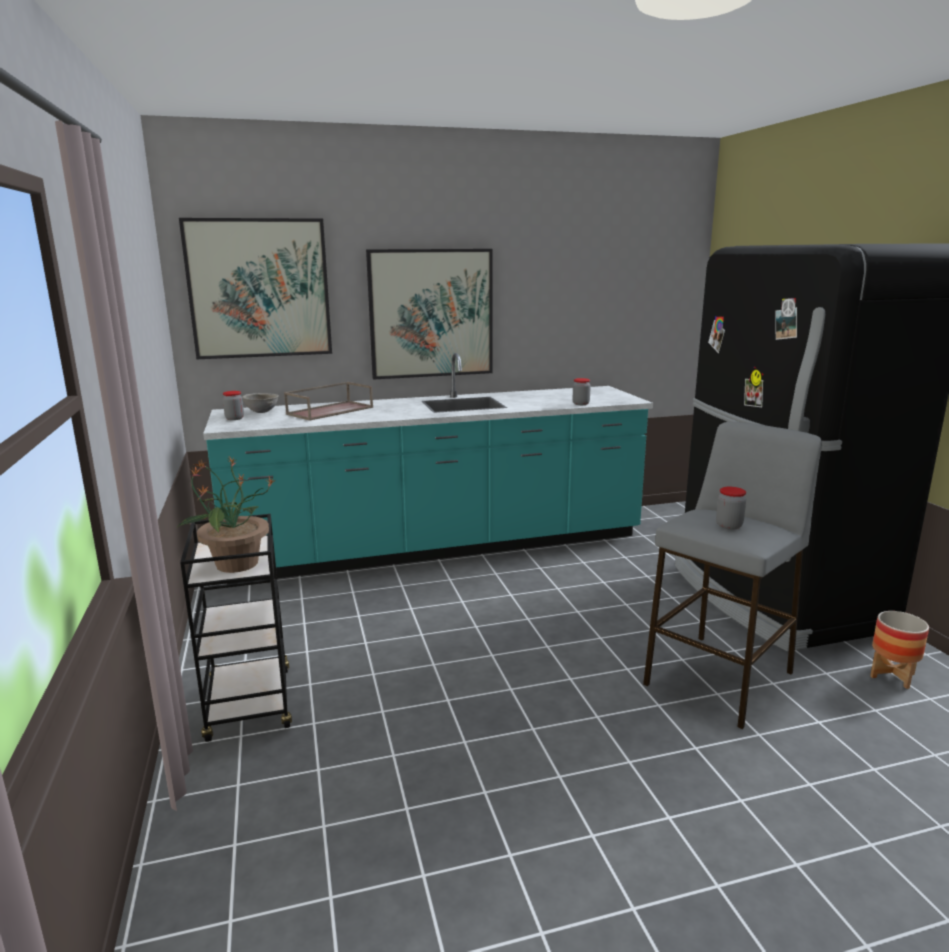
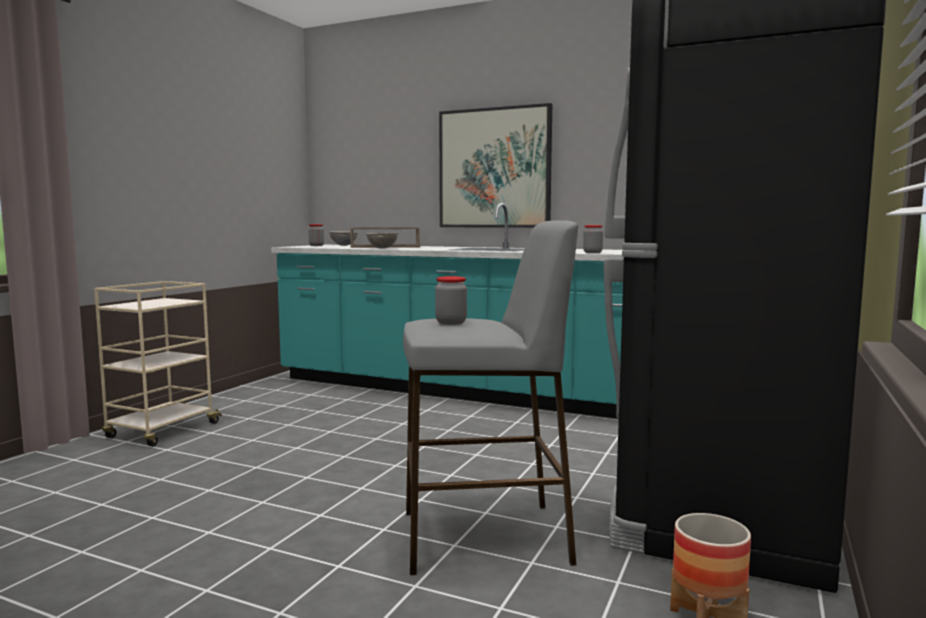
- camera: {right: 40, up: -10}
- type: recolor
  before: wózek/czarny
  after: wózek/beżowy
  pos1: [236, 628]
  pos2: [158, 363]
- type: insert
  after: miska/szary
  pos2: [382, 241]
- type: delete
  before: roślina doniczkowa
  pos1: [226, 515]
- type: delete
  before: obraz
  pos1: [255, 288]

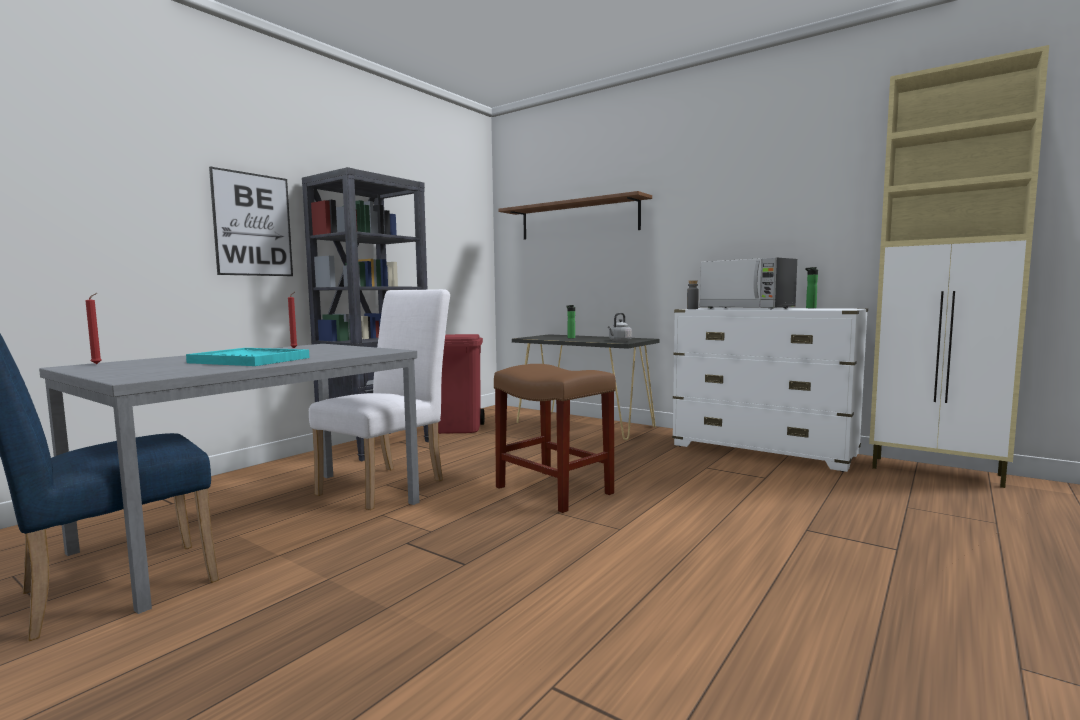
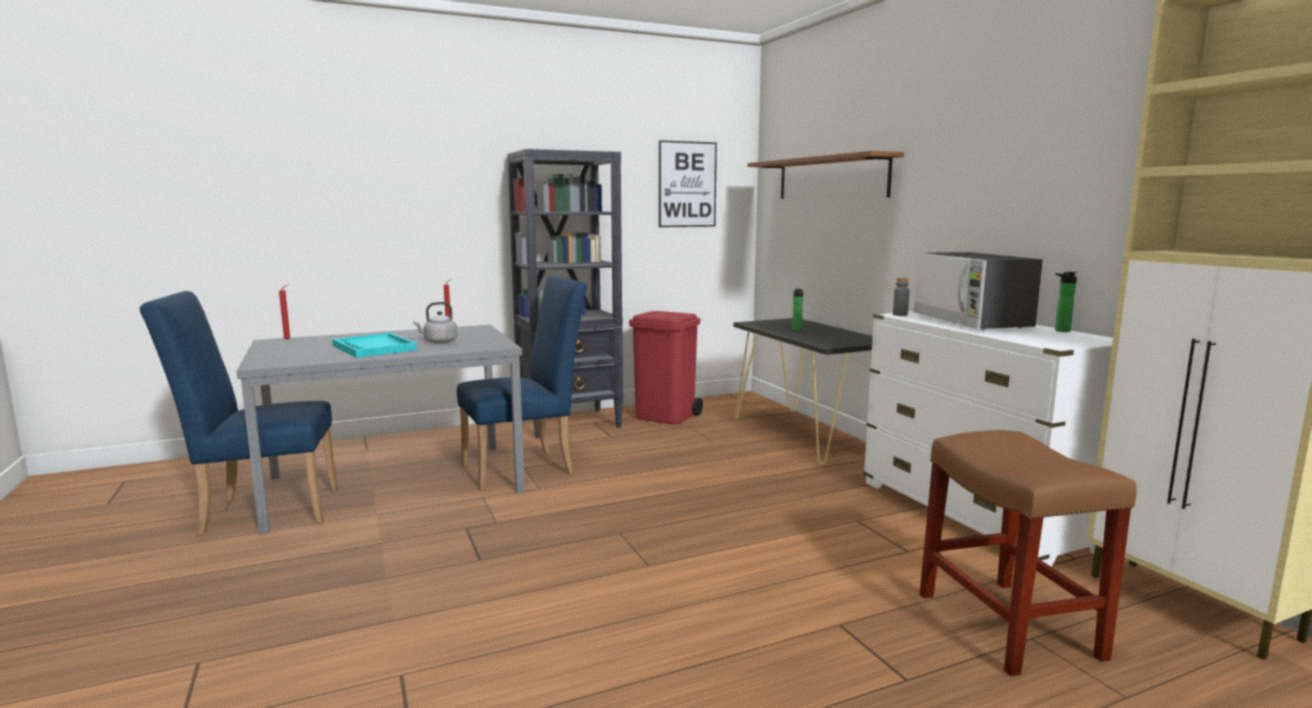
- camera: {right: 30, up: 5}
- type: move
  before: czajnik/szary
  pos1: [620, 327]
  pos2: [435, 322]
- type: recolor
  before: krzesło/biały
  after: krzesło/niebieski
  pos1: [379, 399]
  pos2: [522, 382]
- type: move
  before: obraz
  pos1: [251, 221]
  pos2: [688, 183]
- type: move
  before: stołek/brązowy
  pos1: [555, 438]
  pos2: [1028, 553]

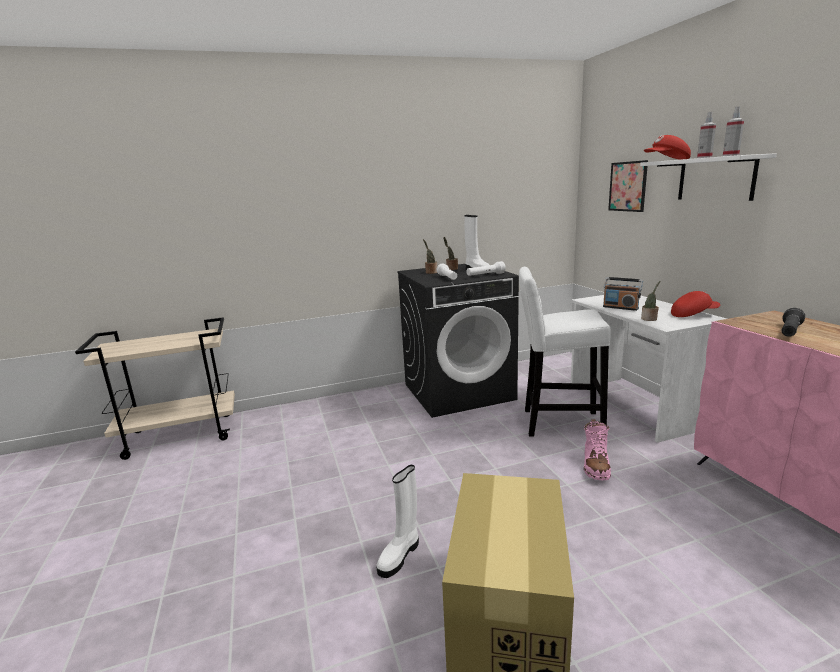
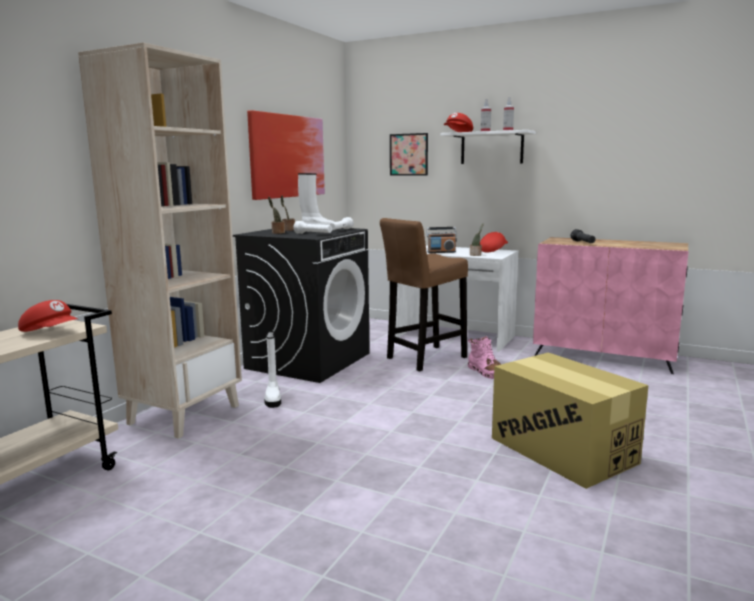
- camera: {right: -45, up: -5}
- type: insert
  after: czapka z daszkiem/czerwony
  pos2: [48, 316]
- type: insert
  after: regał/beżowy
  pos2: [160, 240]
- type: insert
  after: obraz
  pos2: [286, 155]
- type: move
  before: but z cholewką/biały
  pos1: [397, 521]
  pos2: [272, 369]
- type: recolor
  before: stołek/biały
  after: stołek/brązowy
  pos1: [565, 352]
  pos2: [424, 295]

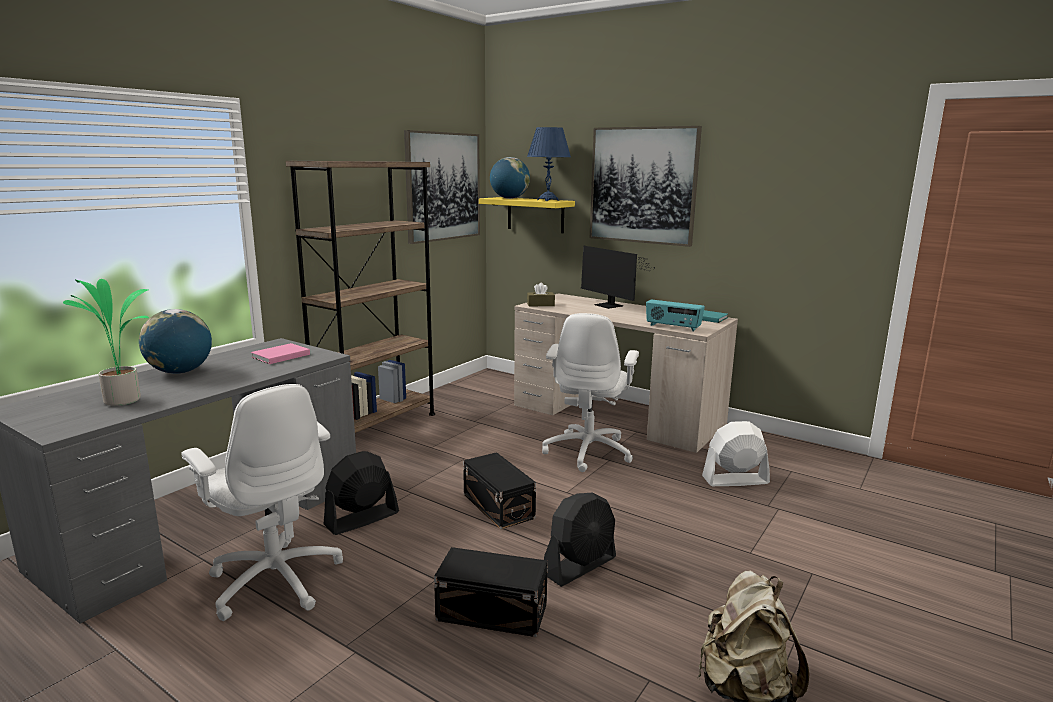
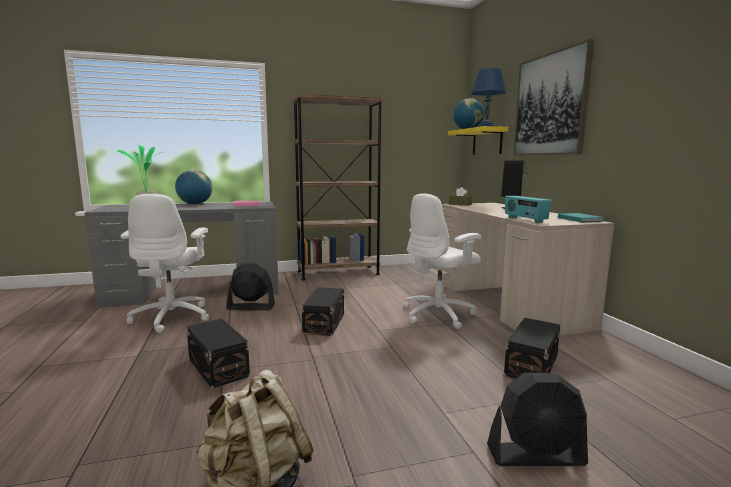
- camera: {right: 40, up: -5}
- type: move
  before: wentylator/czarny
  pos1: [580, 540]
  pos2: [537, 419]
- type: replace
  before: wentylator/biały
  after: pojemnik do przechowywania/czarny
  pos1: [736, 453]
  pos2: [532, 348]
- type: delete
  before: obraz
  pos1: [442, 187]

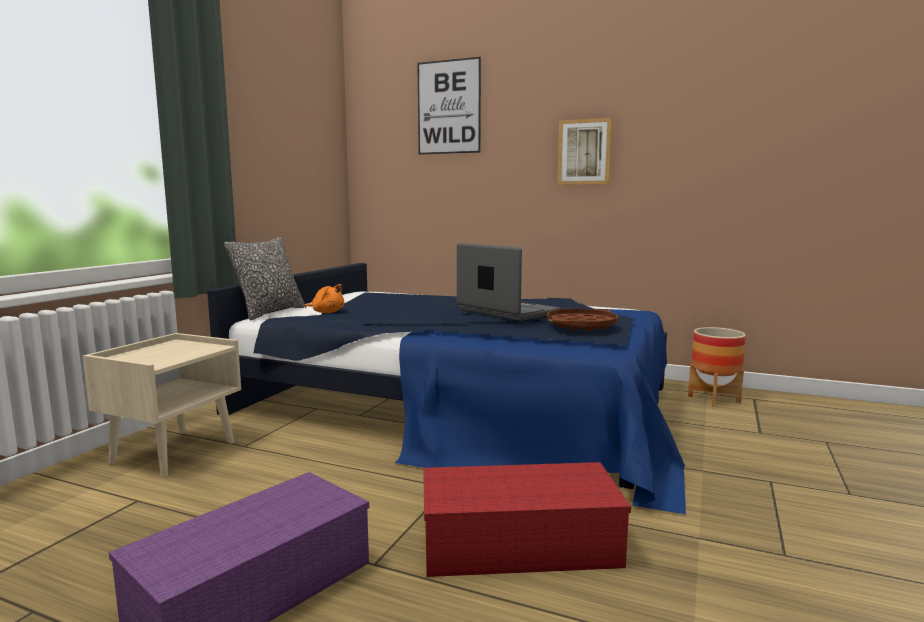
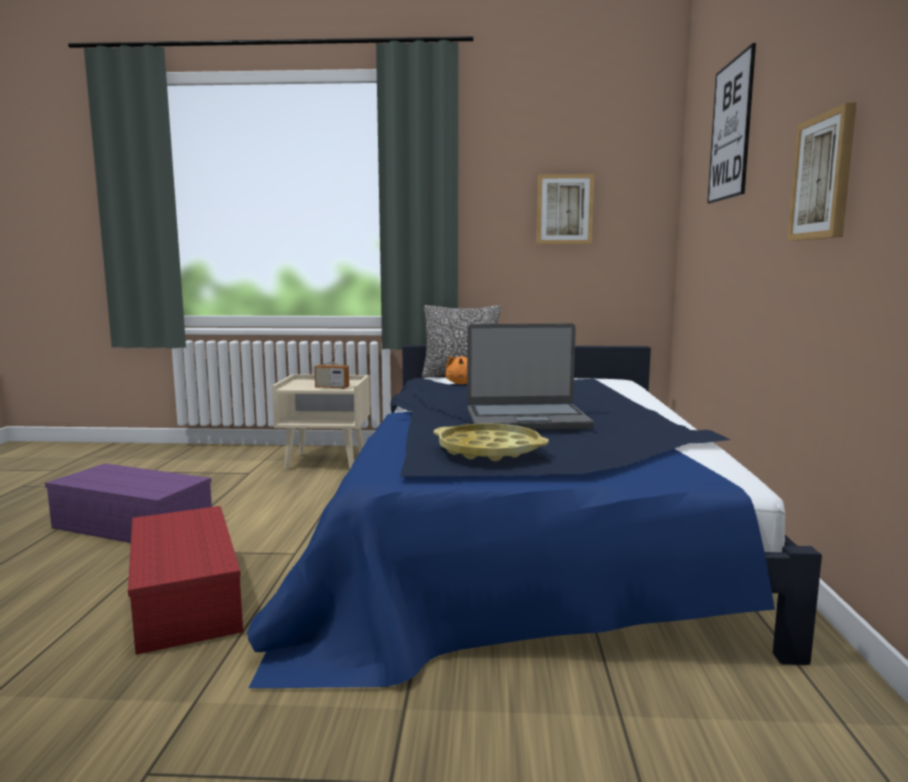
- camera: {right: 70, up: 0}
- type: insert
  after: radio
  pos2: [331, 365]
- type: recolor
  before: taca/brązowy
  after: taca/żółty
  pos1: [583, 319]
  pos2: [491, 442]
- type: rotate
  before: laptop
  pos1: [509, 282]
  pos2: [530, 376]
  turn: 60
- type: insert
  after: obraz
  pos2: [565, 209]
- type: delete
  before: donica
  pos1: [717, 367]

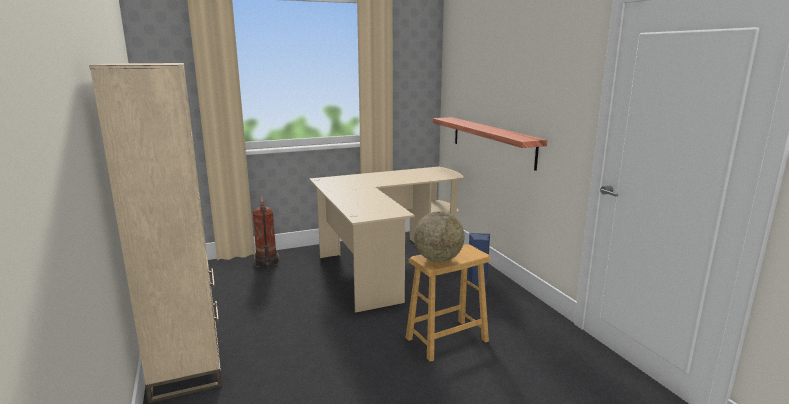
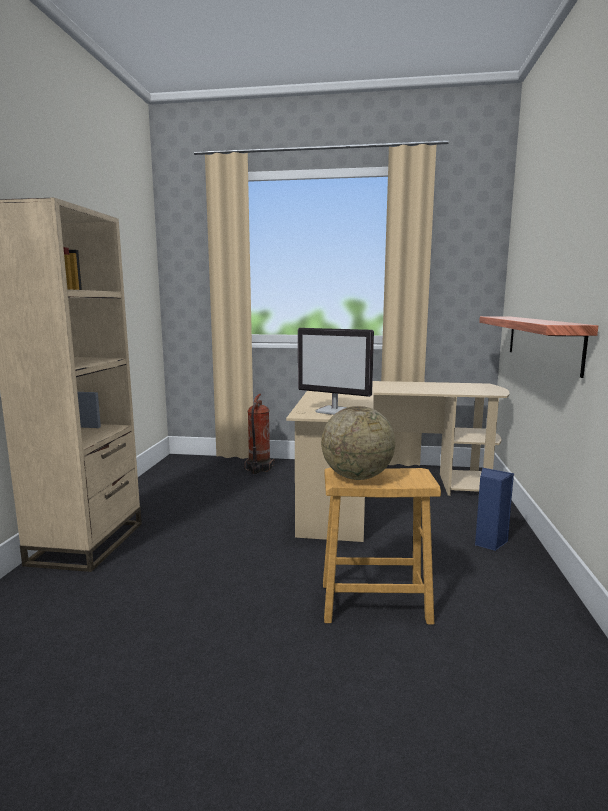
- camera: {right: 30, up: -5}
- type: insert
  after: monitor
  pos2: [336, 371]

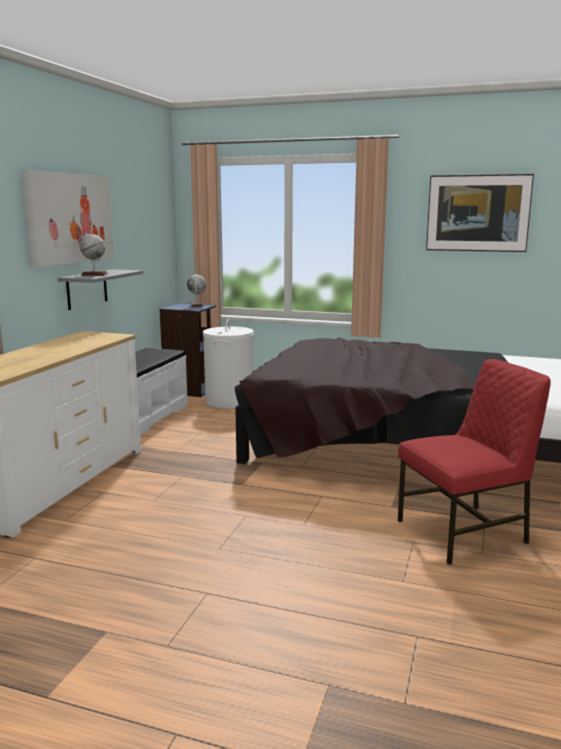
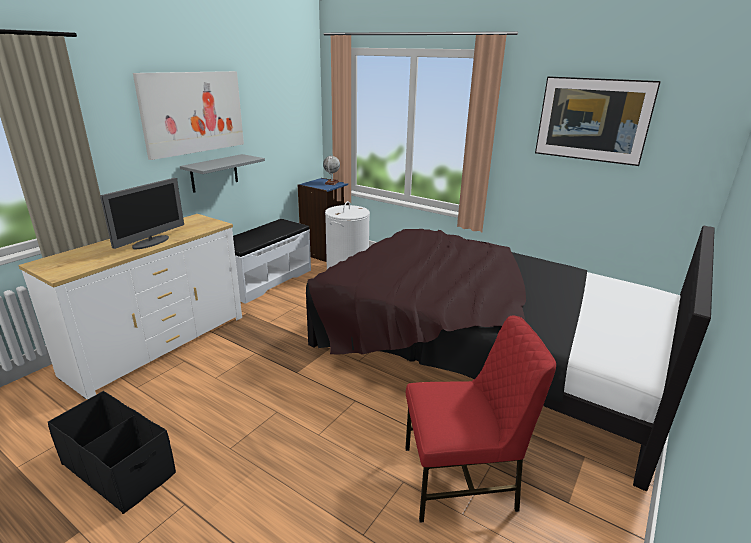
- camera: {right: 15, up: 10}
- type: insert
  after: pojemnik do przechowywania/czarny
  pos2: [112, 452]
- type: insert
  after: monitor
  pos2: [142, 213]
- type: delete
  before: globus
  pos1: [92, 254]

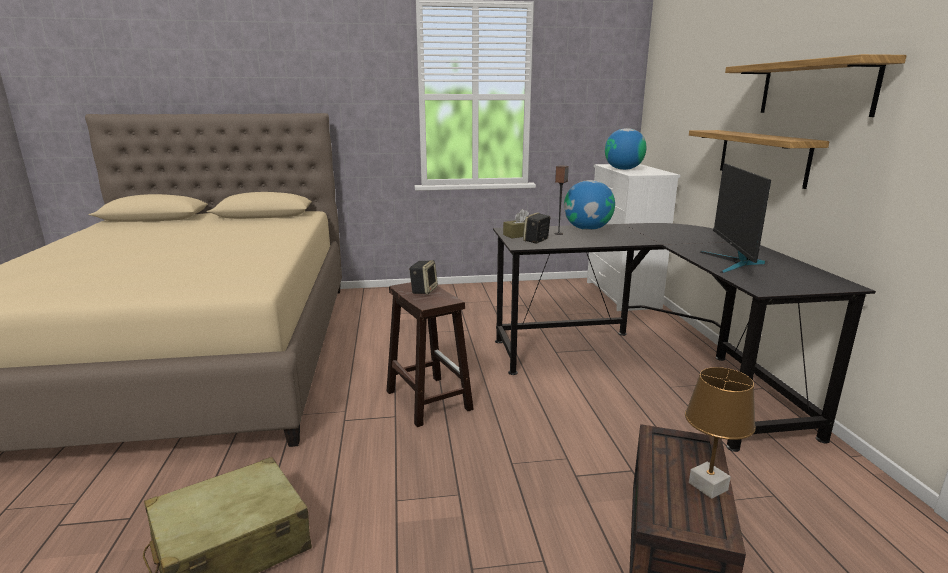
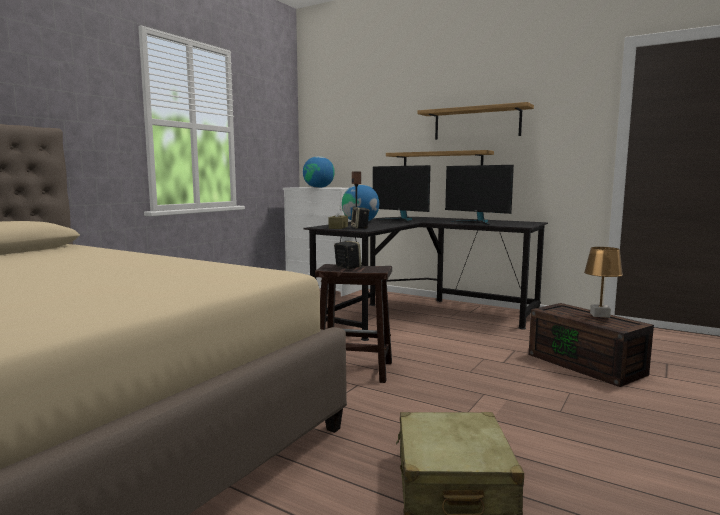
- camera: {right: -50, up: -10}
- type: insert
  after: monitor
  pos2: [401, 194]

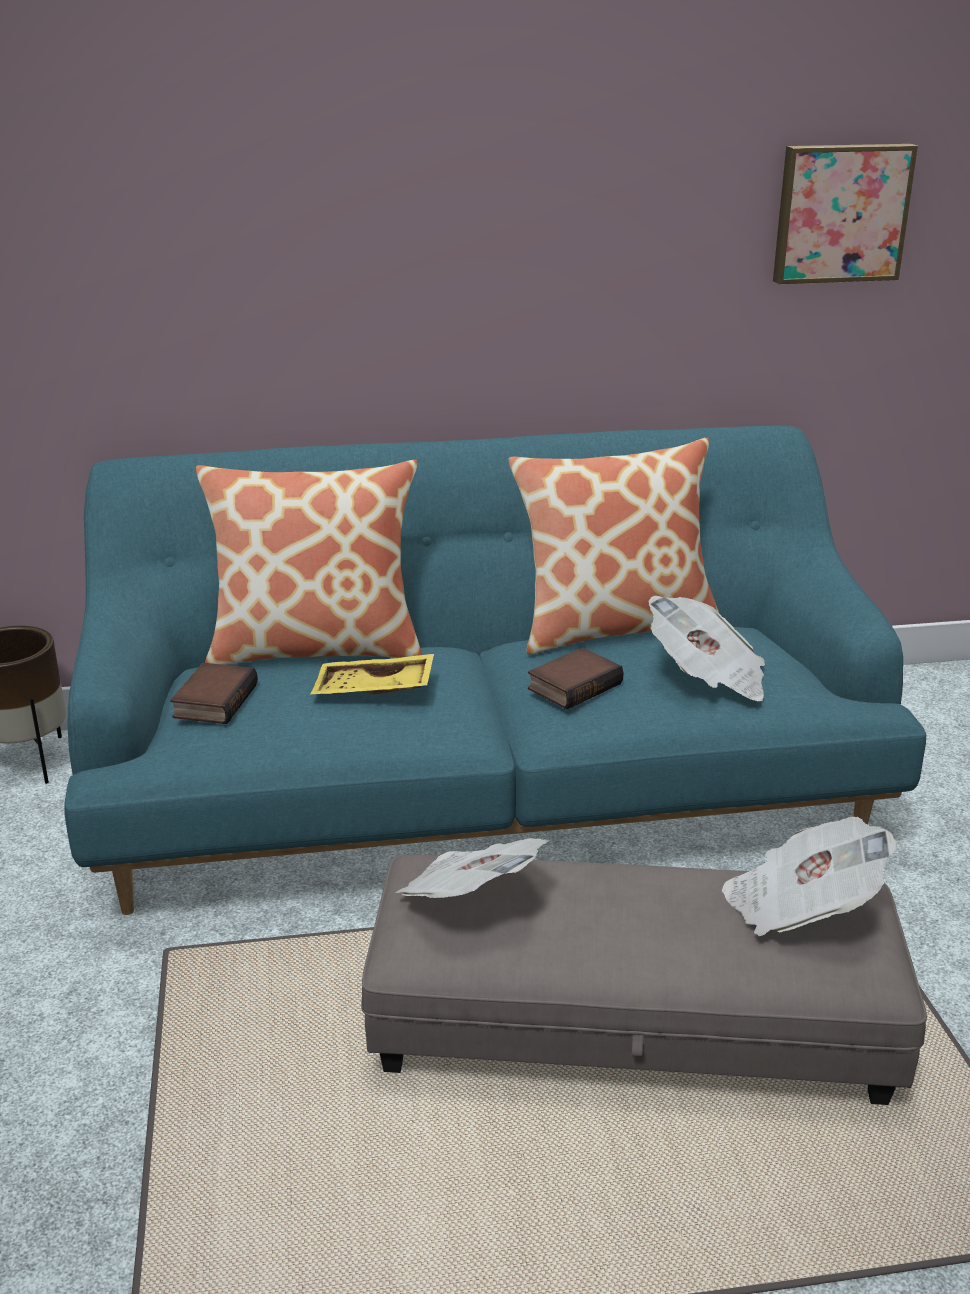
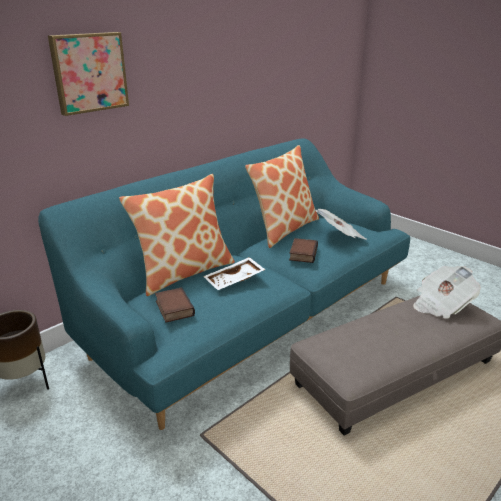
- camera: {right: -35, up: 0}
- type: move
  before: obraz
  pos1: [845, 214]
  pos2: [88, 74]
- type: recolor
  before: taca/żółty
  after: taca/biały
  pos1: [372, 674]
  pos2: [234, 273]
- type: delete
  before: gazeta
  pos1: [472, 868]

